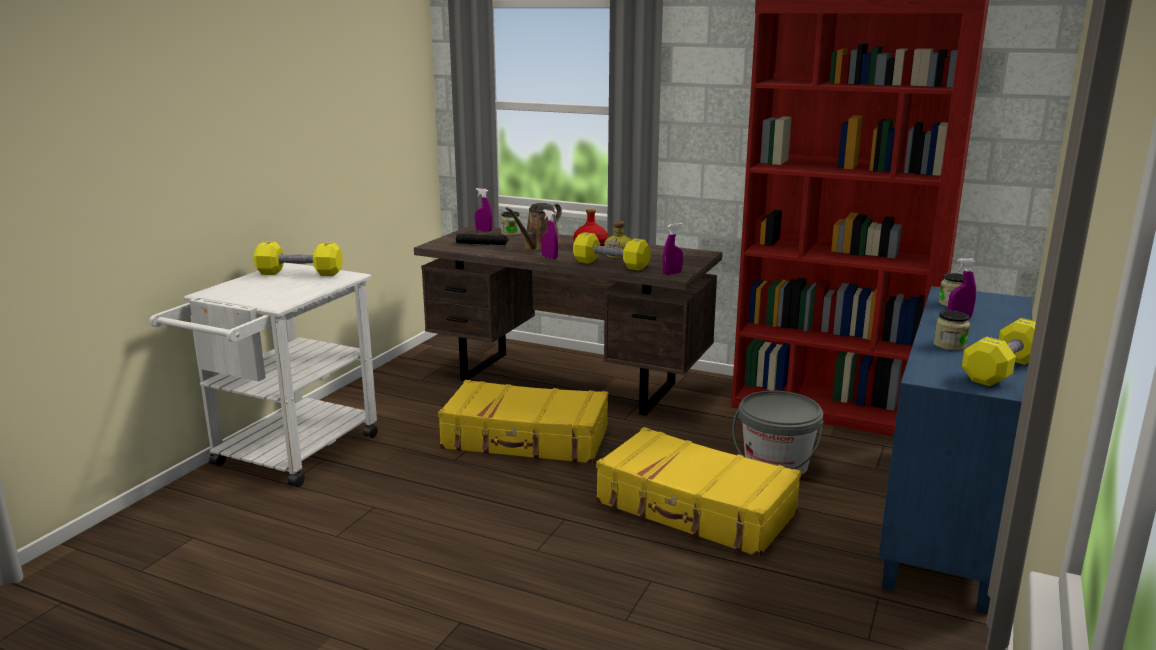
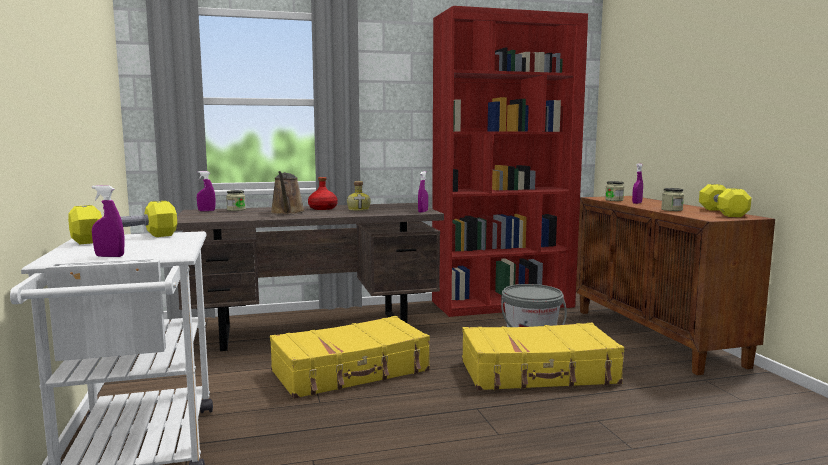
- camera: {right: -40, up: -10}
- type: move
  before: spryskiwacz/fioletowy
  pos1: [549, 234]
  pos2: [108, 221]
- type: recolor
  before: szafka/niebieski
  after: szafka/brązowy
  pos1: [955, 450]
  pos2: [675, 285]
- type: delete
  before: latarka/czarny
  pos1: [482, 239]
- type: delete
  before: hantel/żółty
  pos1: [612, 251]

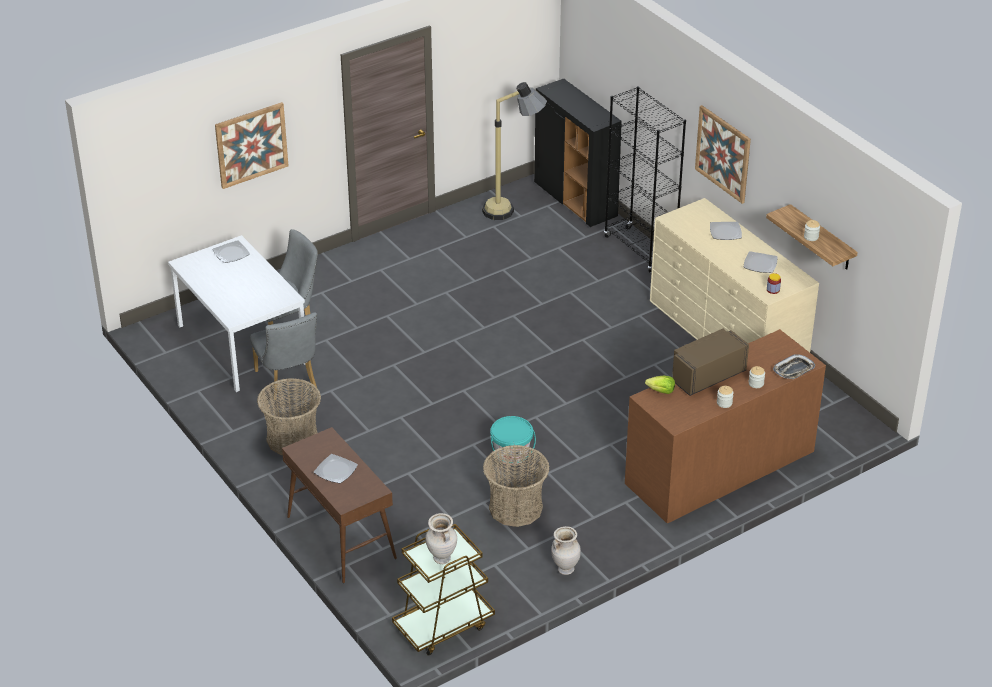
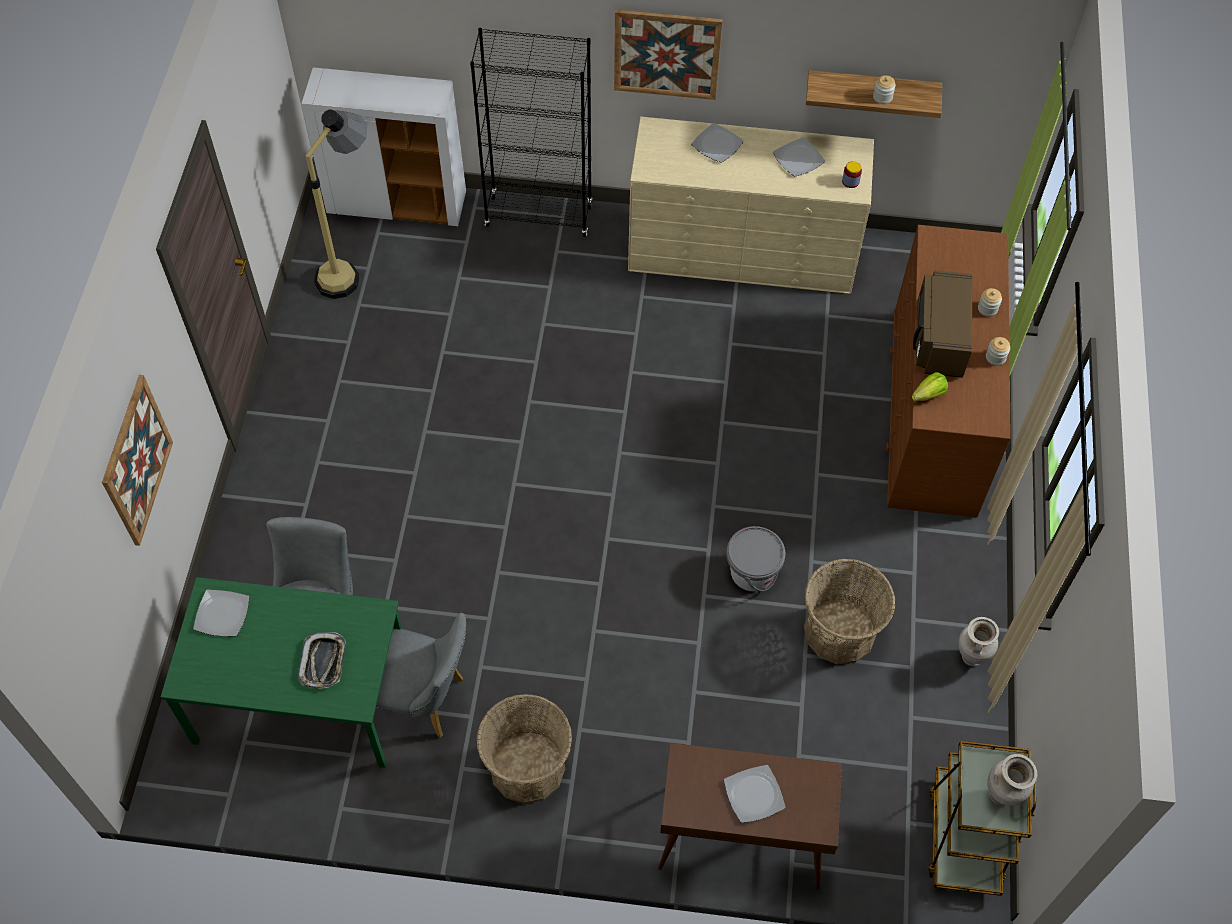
- camera: {right: -50, up: 20}
- type: recolor
  before: stół jadalny/biały
  after: stół jadalny/zielony
  pos1: [236, 313]
  pos2: [281, 672]
- type: move
  before: taca
  pos1: [794, 366]
  pos2: [322, 660]
- type: recolor
  before: szafka/czarny
  after: szafka/biały
  pos1: [578, 153]
  pos2: [383, 146]
- type: recolor
  before: wiadro/turkusowy
  after: wiadro/szary
  pos1: [513, 440]
  pos2: [755, 558]

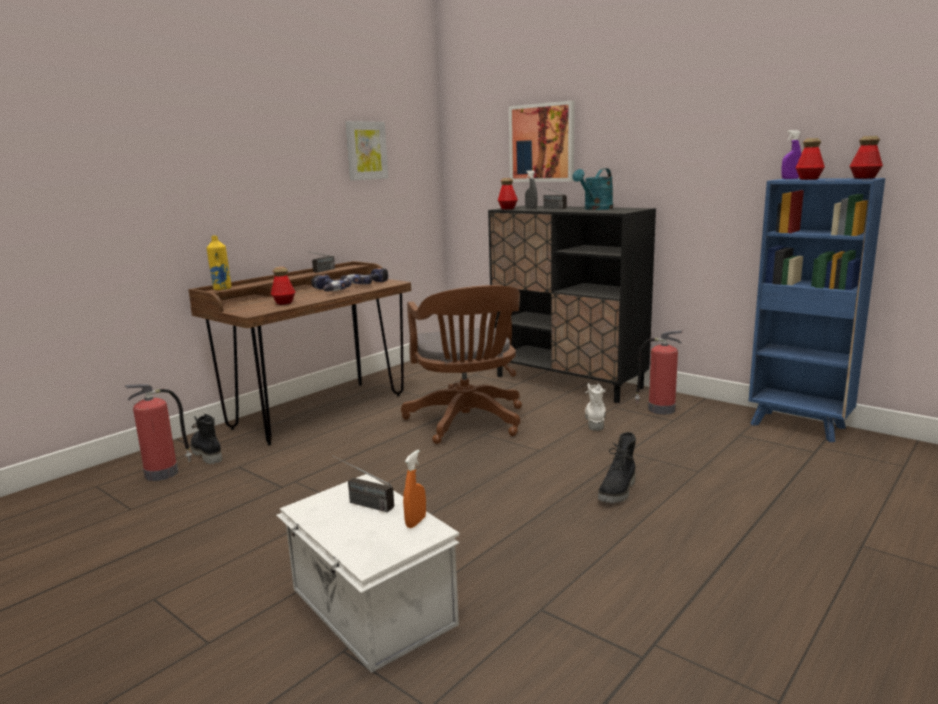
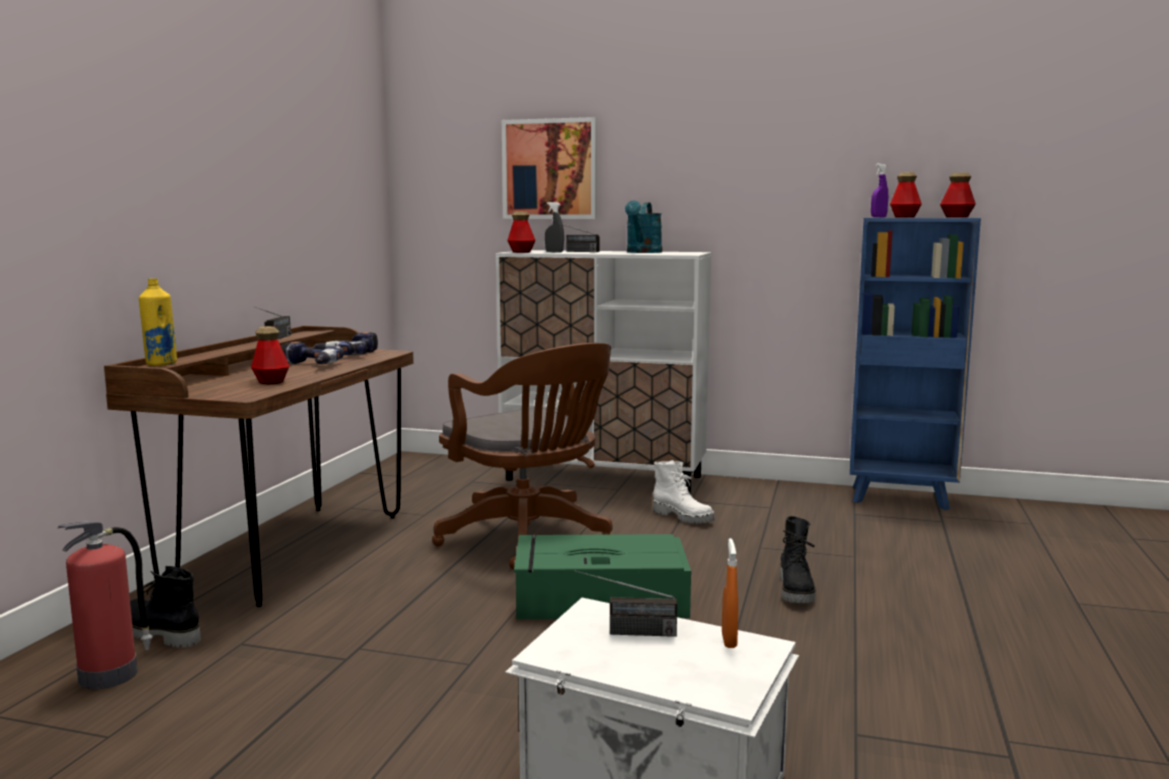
- camera: {right: -25, up: -5}
- type: recolor
  before: szafka/czarny
  after: szafka/biały
  pos1: [572, 304]
  pos2: [604, 372]
- type: insert
  after: pojemnik do przechowywania/zielony
  pos2: [602, 576]
- type: rotate
  before: but z cholewką/biały
  pos1: [595, 407]
  pos2: [684, 492]
  turn: 150
- type: delete
  before: obraz
  pos1: [366, 151]
- type: delete
  before: gaśnica
  pos1: [659, 372]

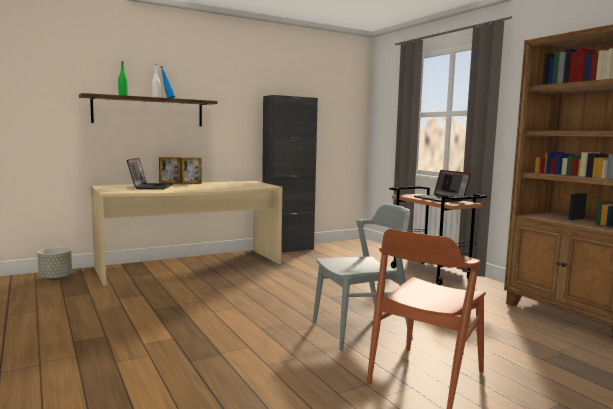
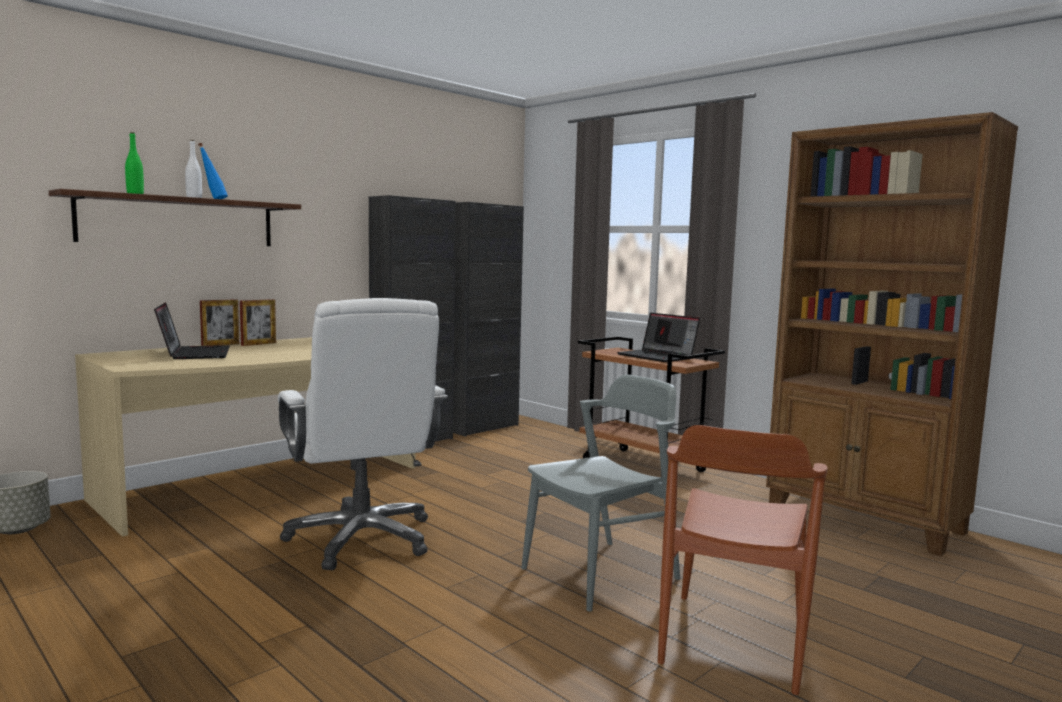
- camera: {right: -15, up: 0}
- type: insert
  after: krzesło biurowe/biały
  pos2: [363, 434]
- type: insert
  after: szafka/czarny
  pos2: [488, 319]

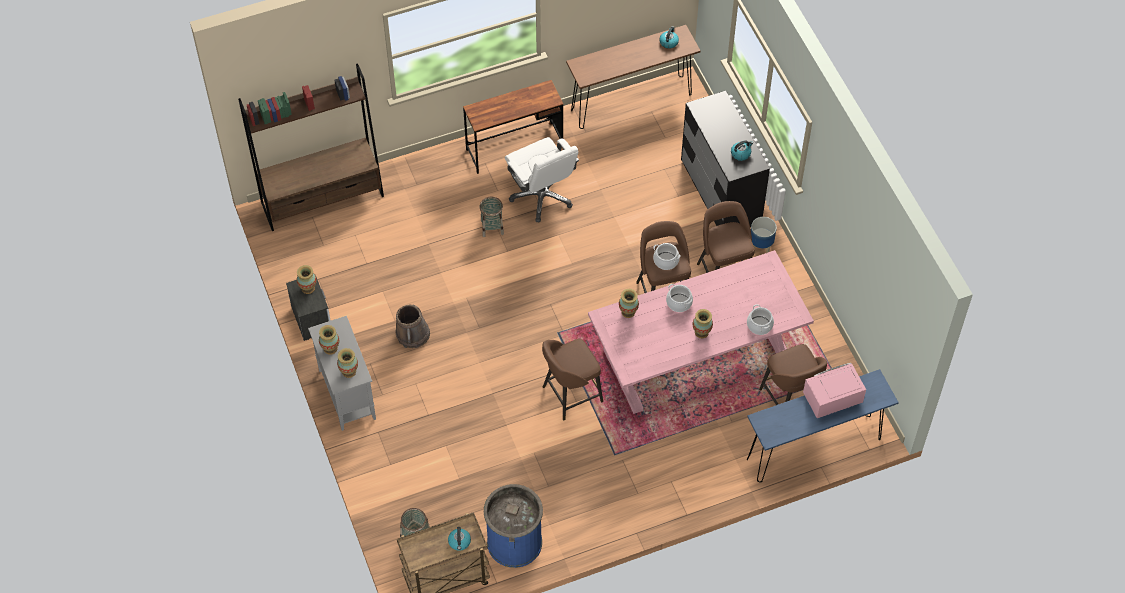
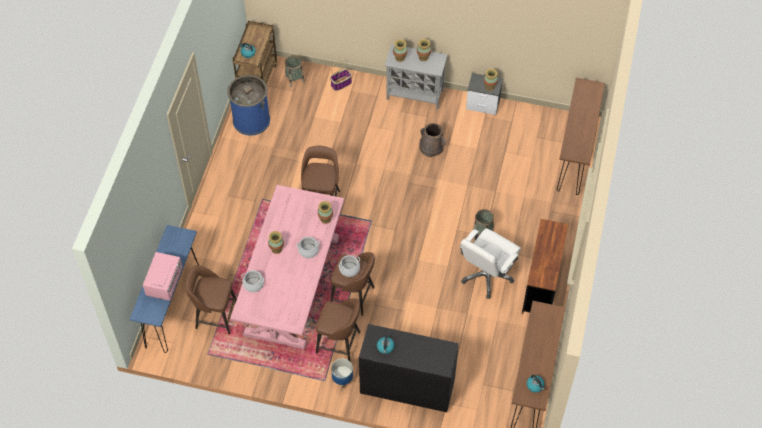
- camera: {right: 125, up: 0}
- type: insert
  after: koszyk
  pos2: [341, 76]
- type: rotate
  before: krzesło biurowe/biały
  pos1: [542, 179]
  pos2: [490, 263]
  turn: -60
- type: replace
  before: regał/brązowy
  after: stolik konsolowy/brązowy
  pos1: [311, 147]
  pos2: [581, 136]

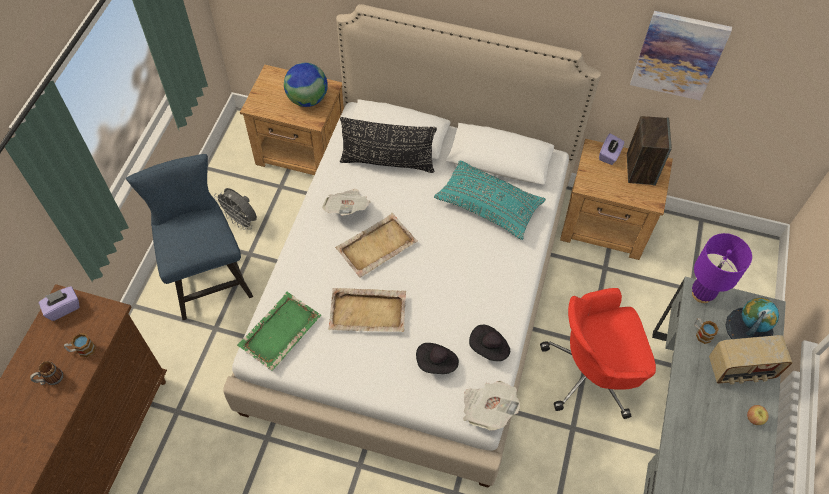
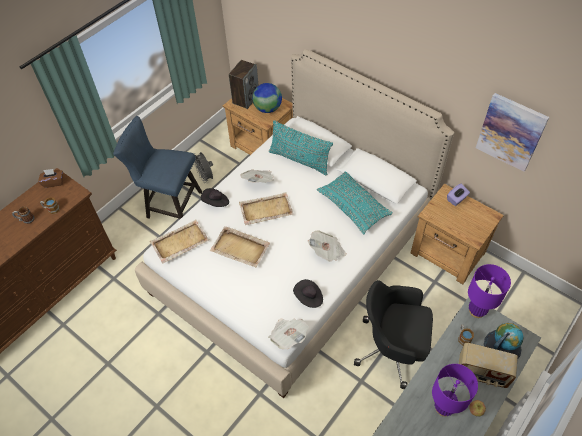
- camera: {right: 25, up: -5}
- type: recolor
  before: pudełko chusteczek/fioletowy
  after: pudełko chusteczek/brązowy
  pos1: [59, 303]
  pos2: [50, 178]
- type: rotate
  before: krzesło/niebieski
  pos1: [189, 237]
  pos2: [157, 167]
  turn: -75
- type: recolor
  before: taca/zielony
  after: taca/beżowy
  pos1: [279, 331]
  pos2: [179, 241]
- type: move
  before: kapelusz/czarny
  pos1: [437, 358]
  pos2: [215, 197]
- type: move
  before: głośnik
  pos1: [649, 151]
  pos2: [244, 84]
- type: recolor
  before: poduszka/czarny
  after: poduszka/turkusowy
  pos1: [388, 145]
  pos2: [301, 147]
- type: insert
  after: gazeta
  pos2: [327, 246]
- type: recolor
  before: krzesło biurowe/czerwony
  after: krzesło biurowe/czarny
  pos1: [598, 353]
  pos2: [393, 334]
- type: insert
  after: lampa stołowa/fioletowy
  pos2: [455, 390]

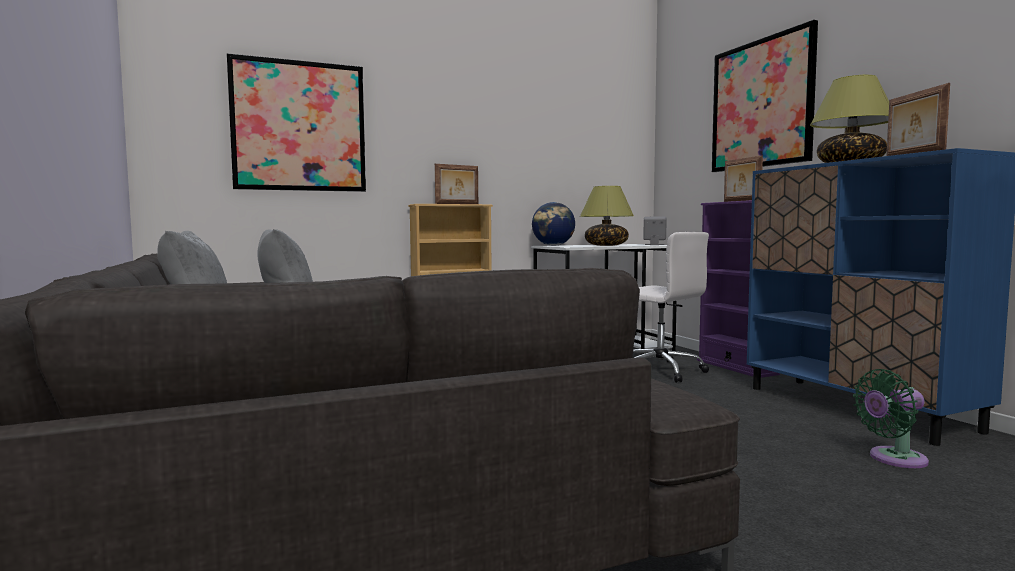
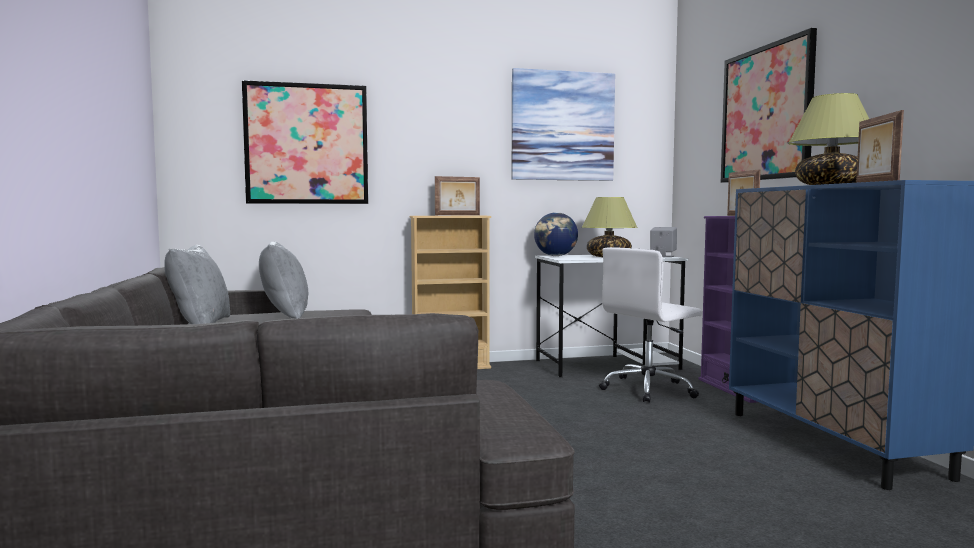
- camera: {right: 10, up: 0}
- type: insert
  after: obraz
  pos2: [563, 124]
- type: rotate
  before: krzesło biurowe/biały
  pos1: [671, 307]
  pos2: [650, 325]
  turn: 90
- type: delete
  before: wentylator/zielony
  pos1: [891, 418]

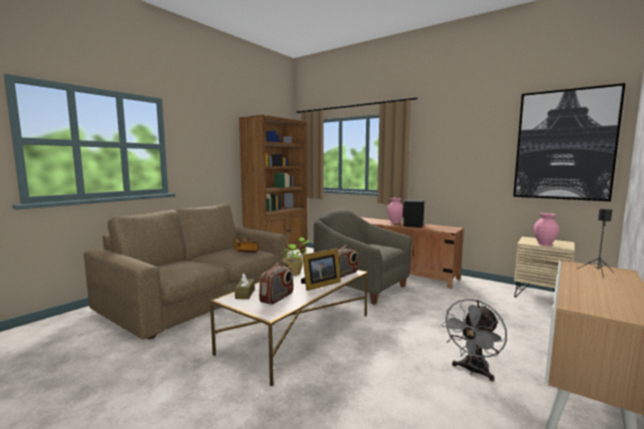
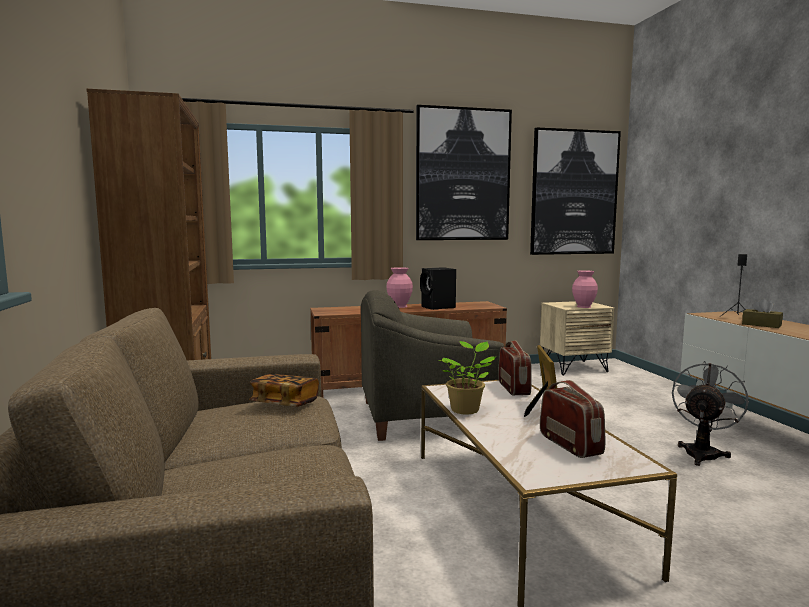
- camera: {right: -50, up: 0}
- type: insert
  after: obraz
  pos2: [464, 172]
- type: rotate
  before: wentylator/szary
  pos1: [474, 340]
  pos2: [710, 413]
  turn: -135
- type: move
  before: pudełko chusteczek/brązowy
  pos1: [245, 286]
  pos2: [762, 313]

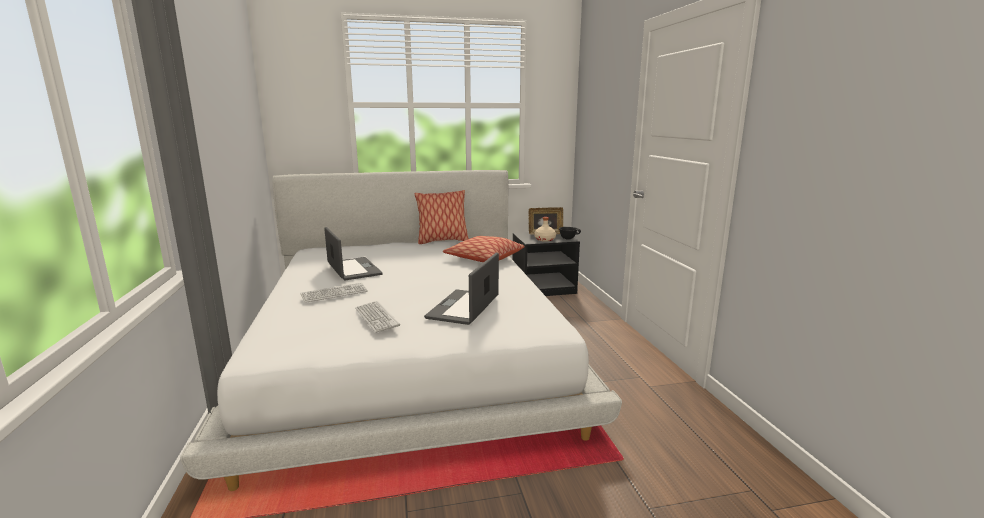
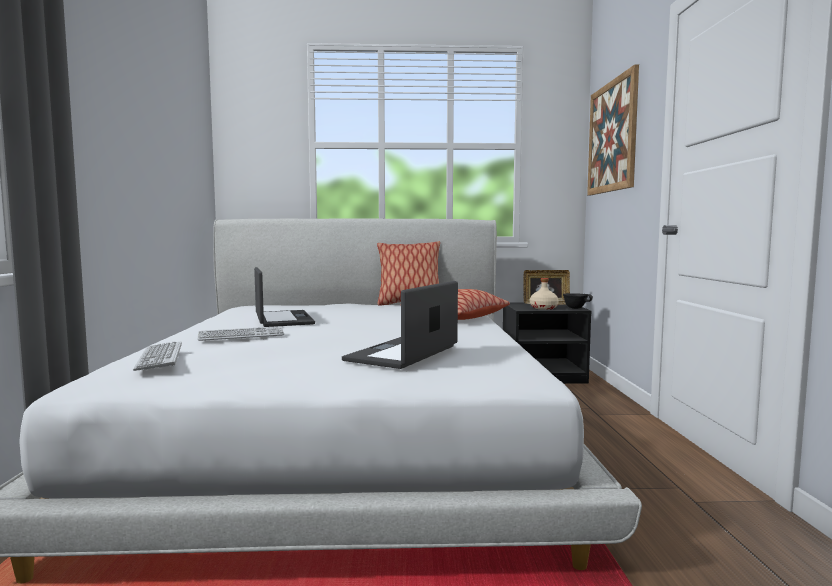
- camera: {right: 10, up: -10}
- type: move
  before: klawiatura
  pos1: [377, 317]
  pos2: [157, 356]
- type: insert
  after: obraz
  pos2: [613, 130]

